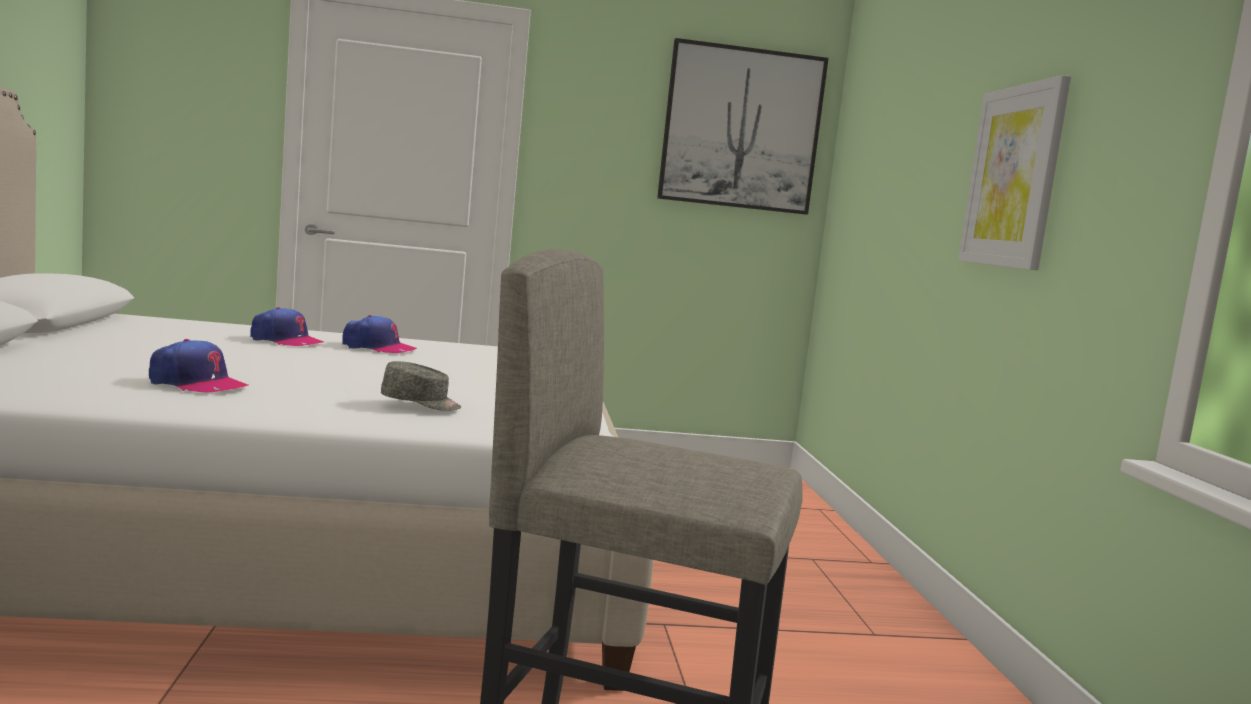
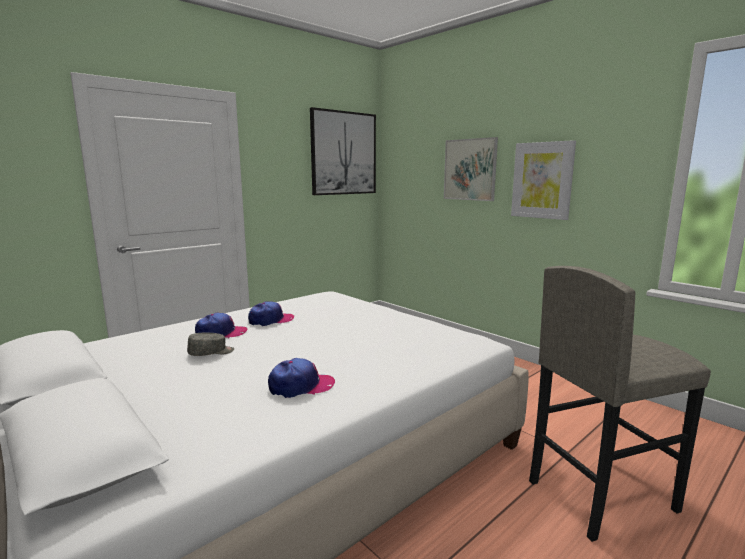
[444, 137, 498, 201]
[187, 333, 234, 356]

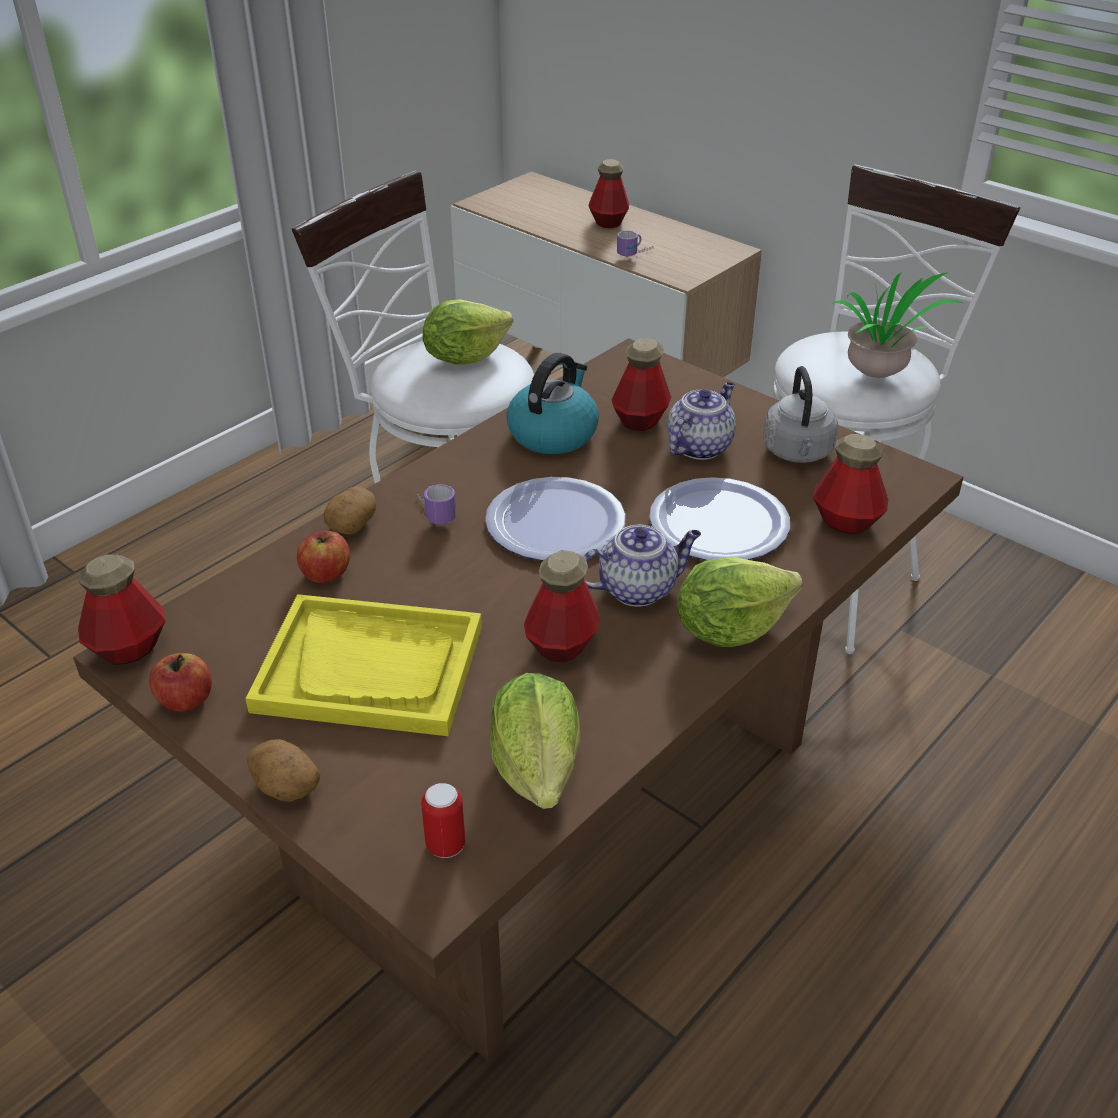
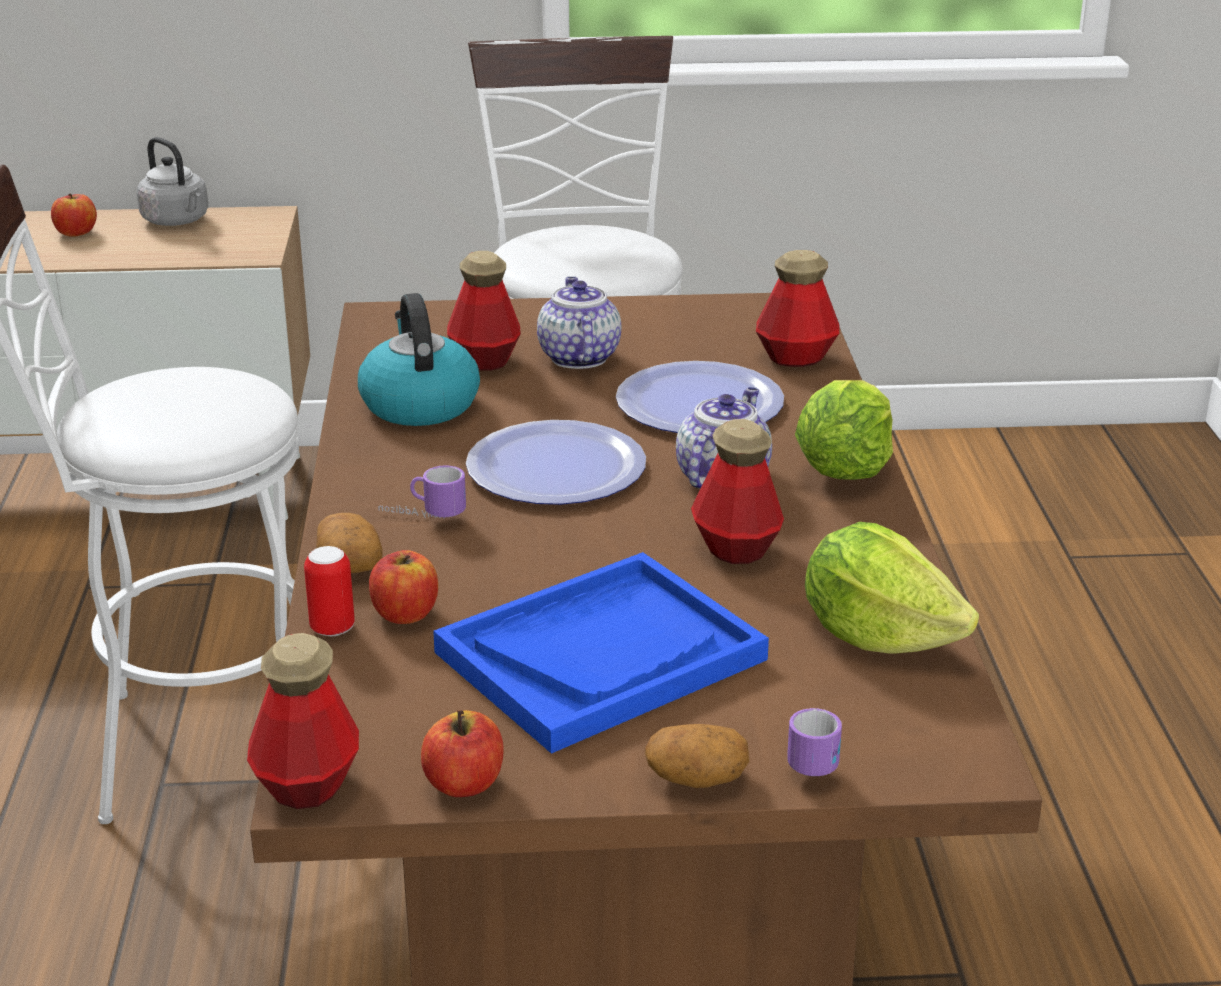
[423, 299, 513, 365] (first image)
[832, 272, 963, 378] (first image)
[304, 546, 355, 636]
[787, 708, 842, 776]
[137, 137, 208, 226]
[51, 194, 97, 236]
[433, 552, 769, 754]

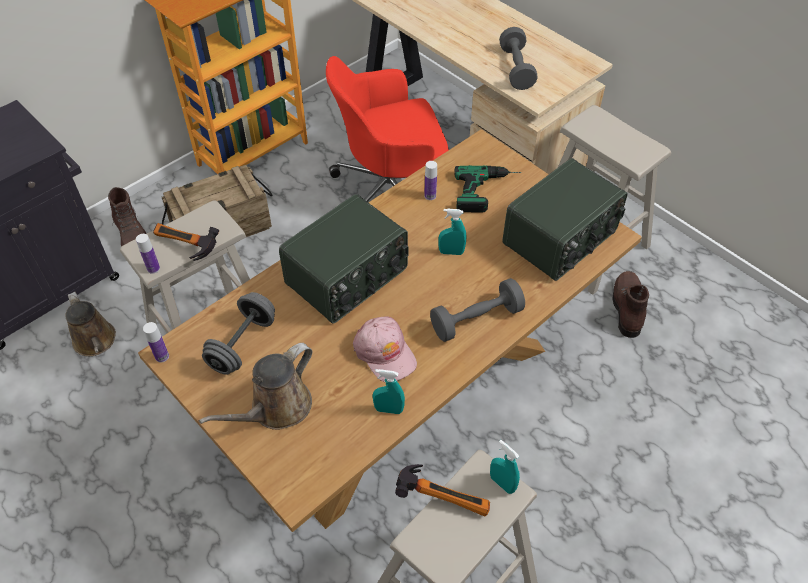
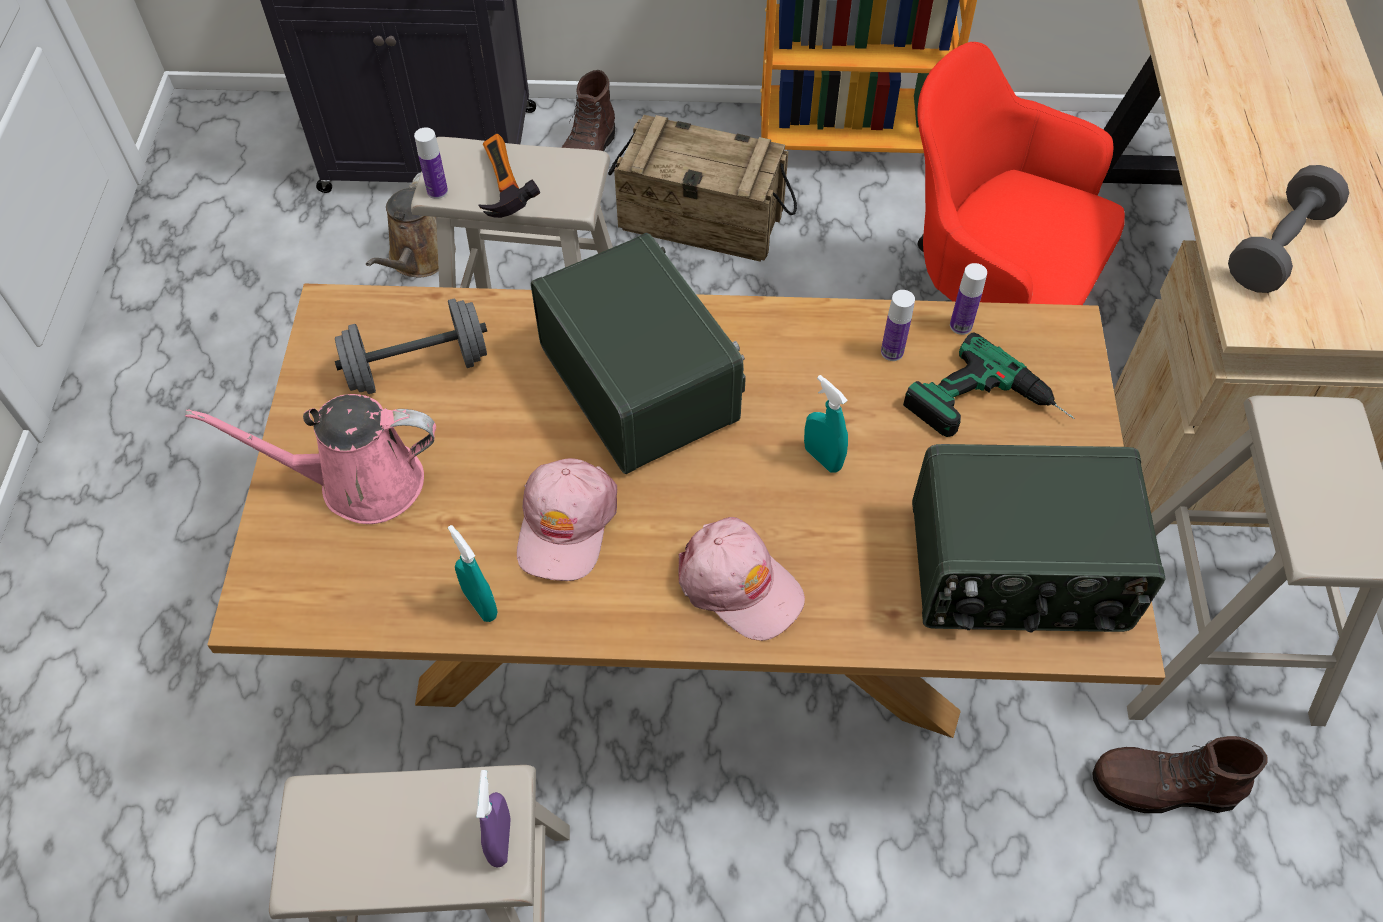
[395, 464, 490, 517] (first image)
[950, 263, 987, 335]
[679, 517, 805, 641]
[185, 394, 436, 524]
[476, 770, 511, 868]
[531, 233, 746, 474]
[1092, 736, 1267, 813]

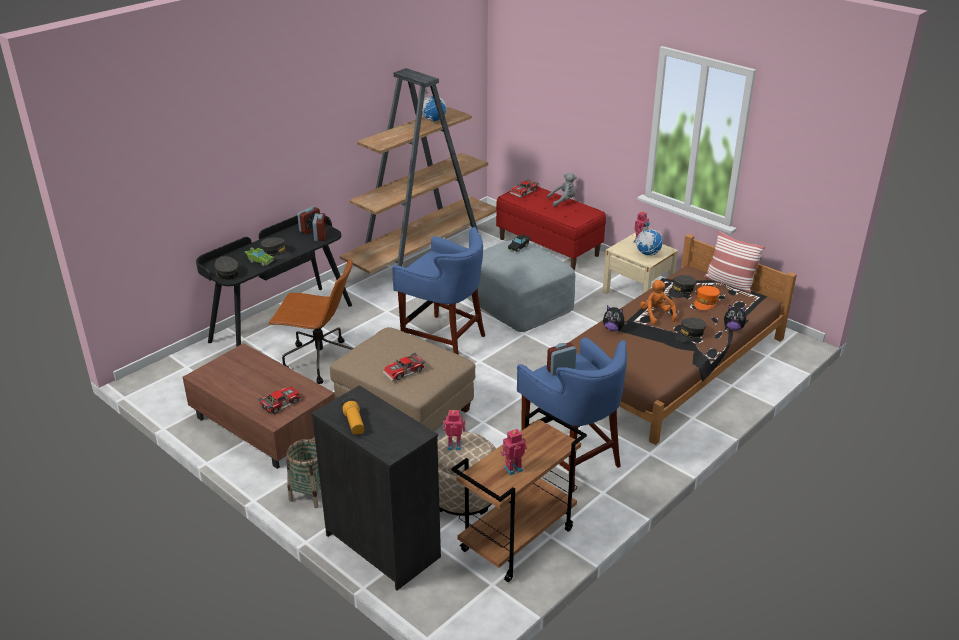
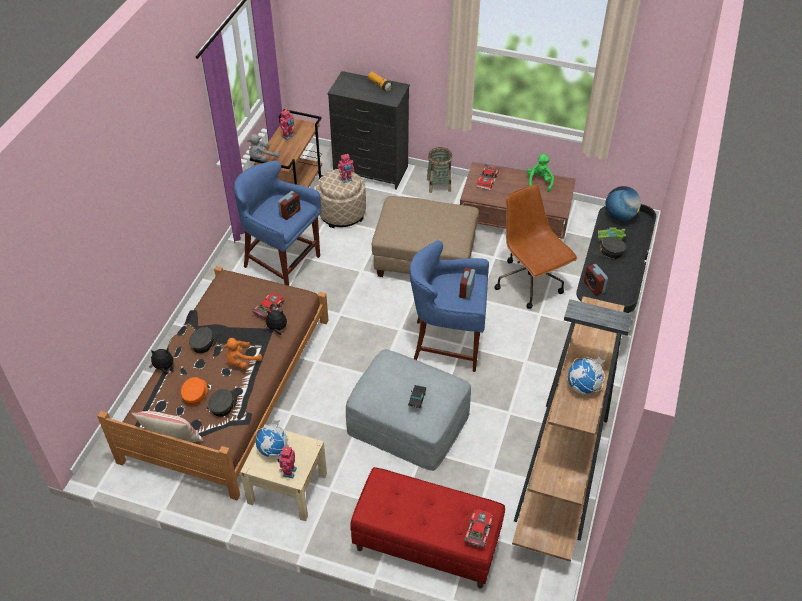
[527, 154, 554, 192]
[459, 268, 475, 299]
[252, 293, 285, 320]
[247, 134, 280, 162]
[605, 186, 641, 221]
[495, 185, 578, 309]
[224, 338, 262, 369]

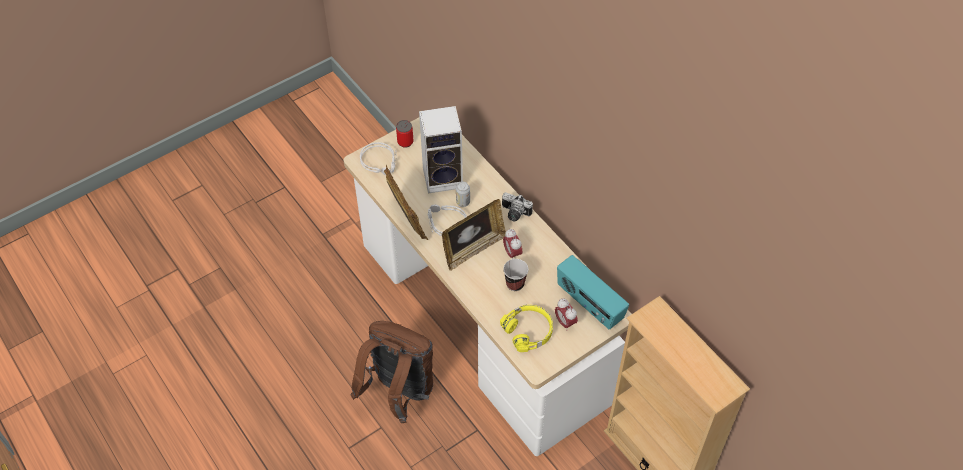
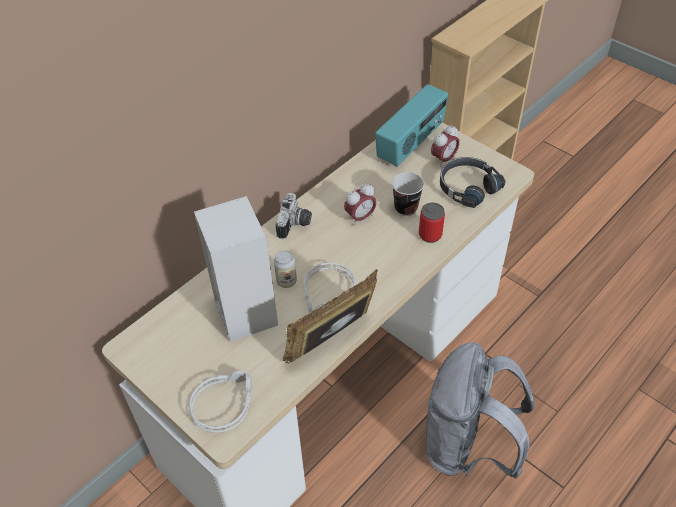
[442, 199, 506, 271] (first image)
[419, 203, 445, 243]
[426, 342, 535, 479]
[440, 157, 506, 208]

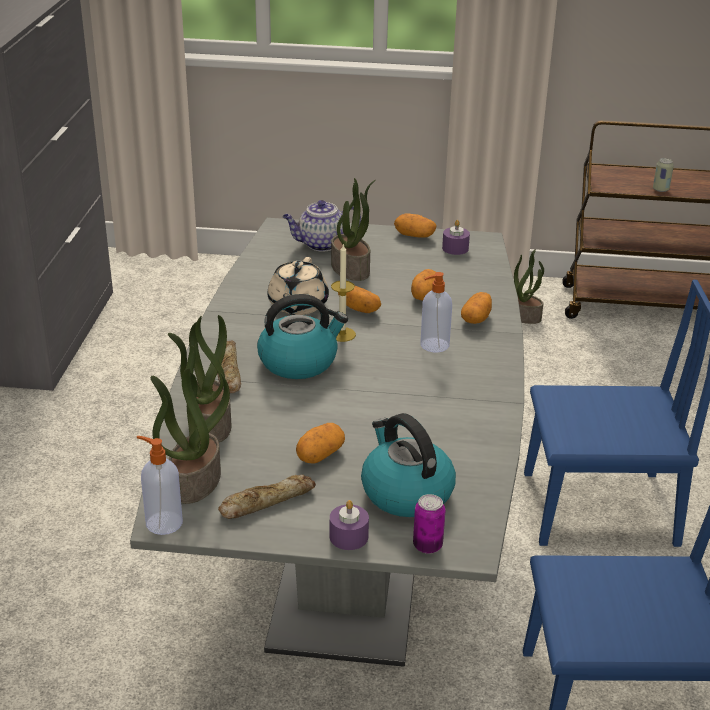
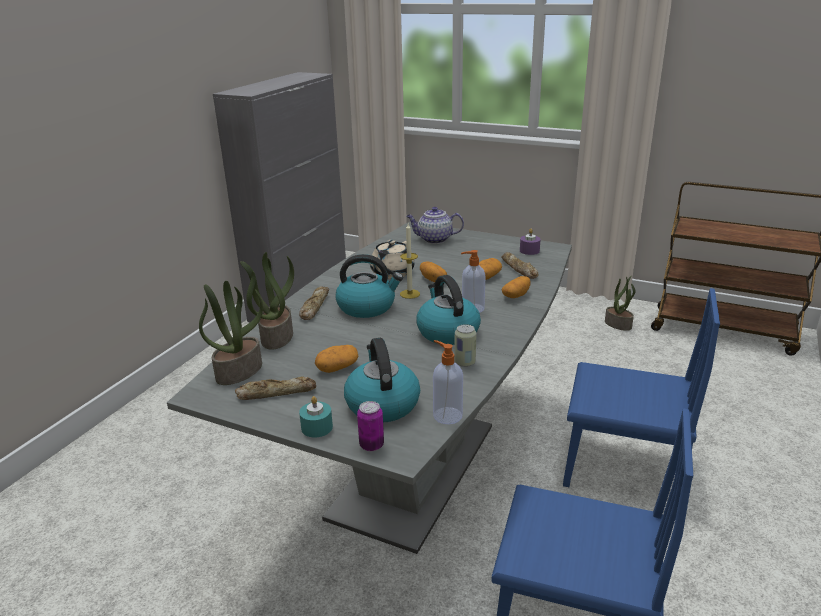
[331, 178, 375, 281] (first image)
[394, 213, 437, 238] (first image)
[416, 275, 481, 345]
[501, 252, 539, 279]
[433, 340, 463, 424]
[454, 324, 477, 367]
[299, 396, 333, 438]

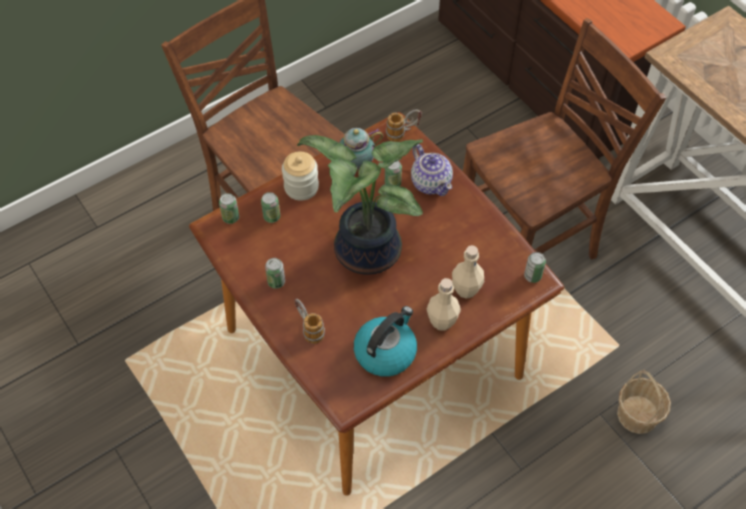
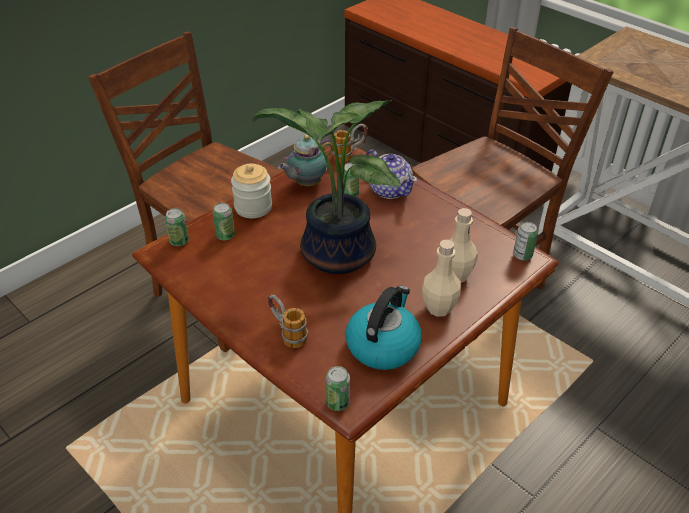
[617, 370, 671, 434] (first image)
[325, 366, 350, 411]

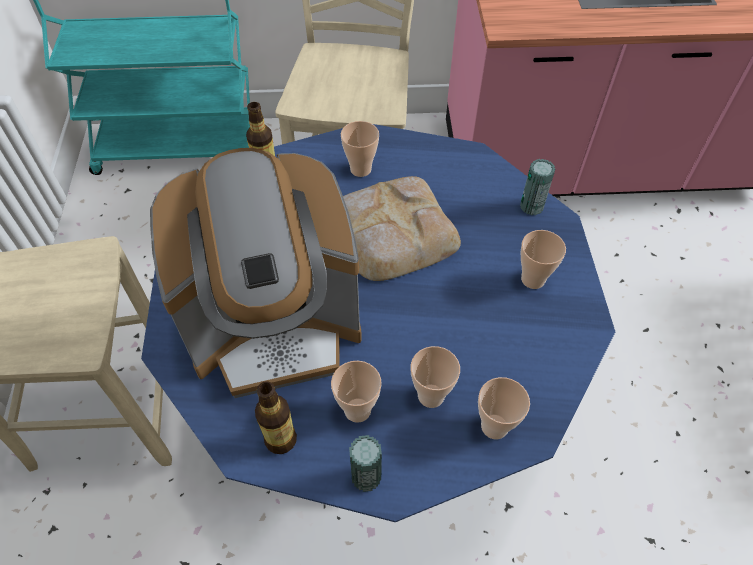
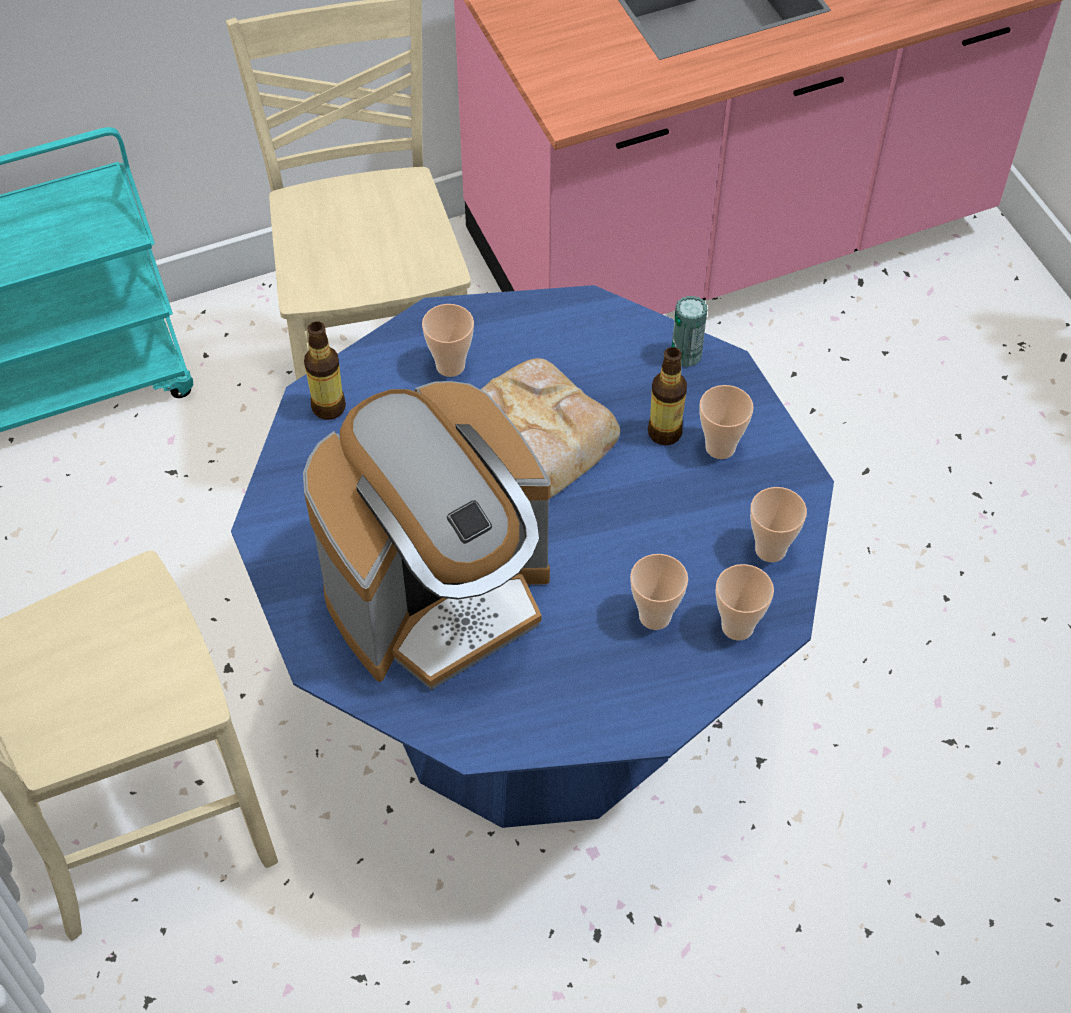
[349, 435, 382, 492] (first image)
[648, 347, 687, 445]
[750, 487, 807, 562]

